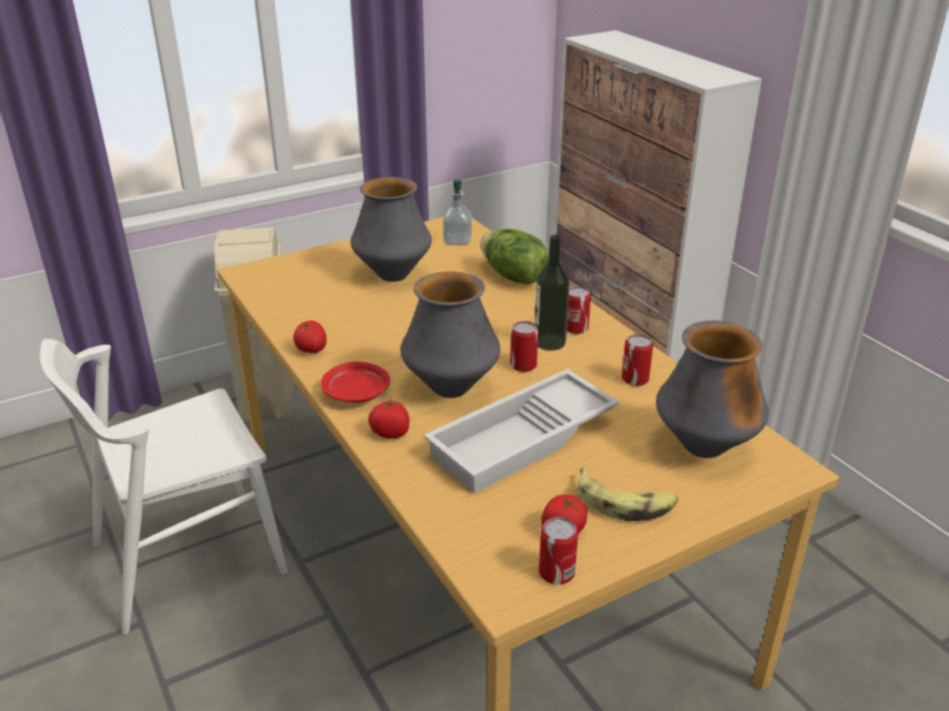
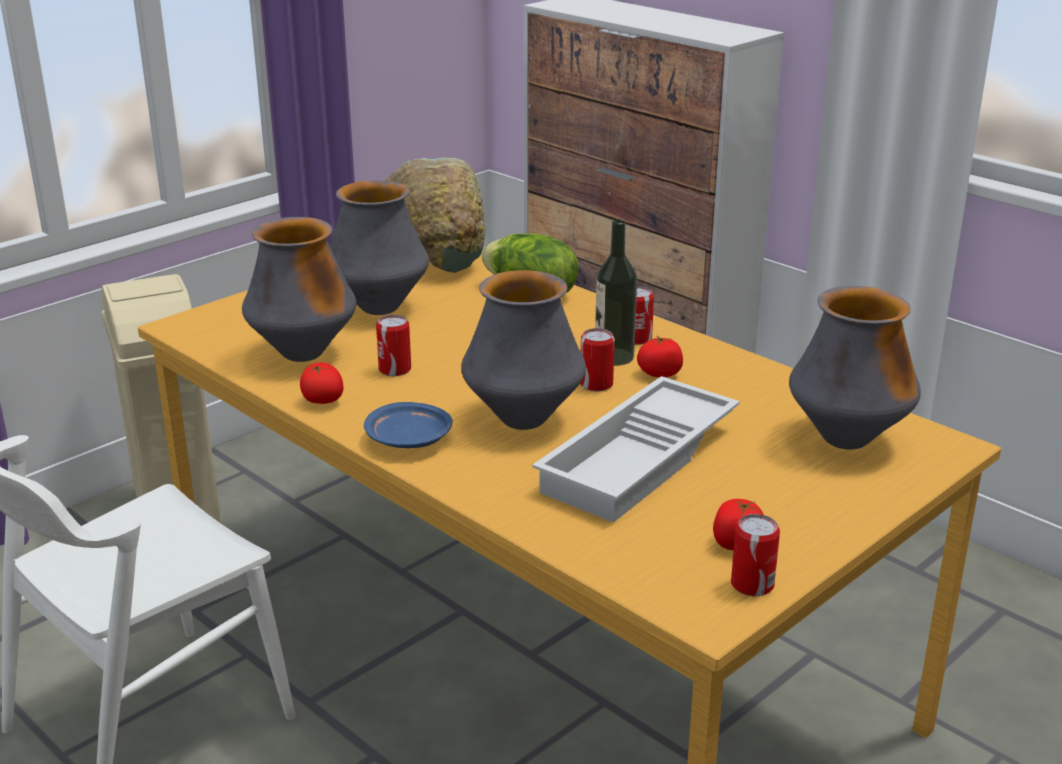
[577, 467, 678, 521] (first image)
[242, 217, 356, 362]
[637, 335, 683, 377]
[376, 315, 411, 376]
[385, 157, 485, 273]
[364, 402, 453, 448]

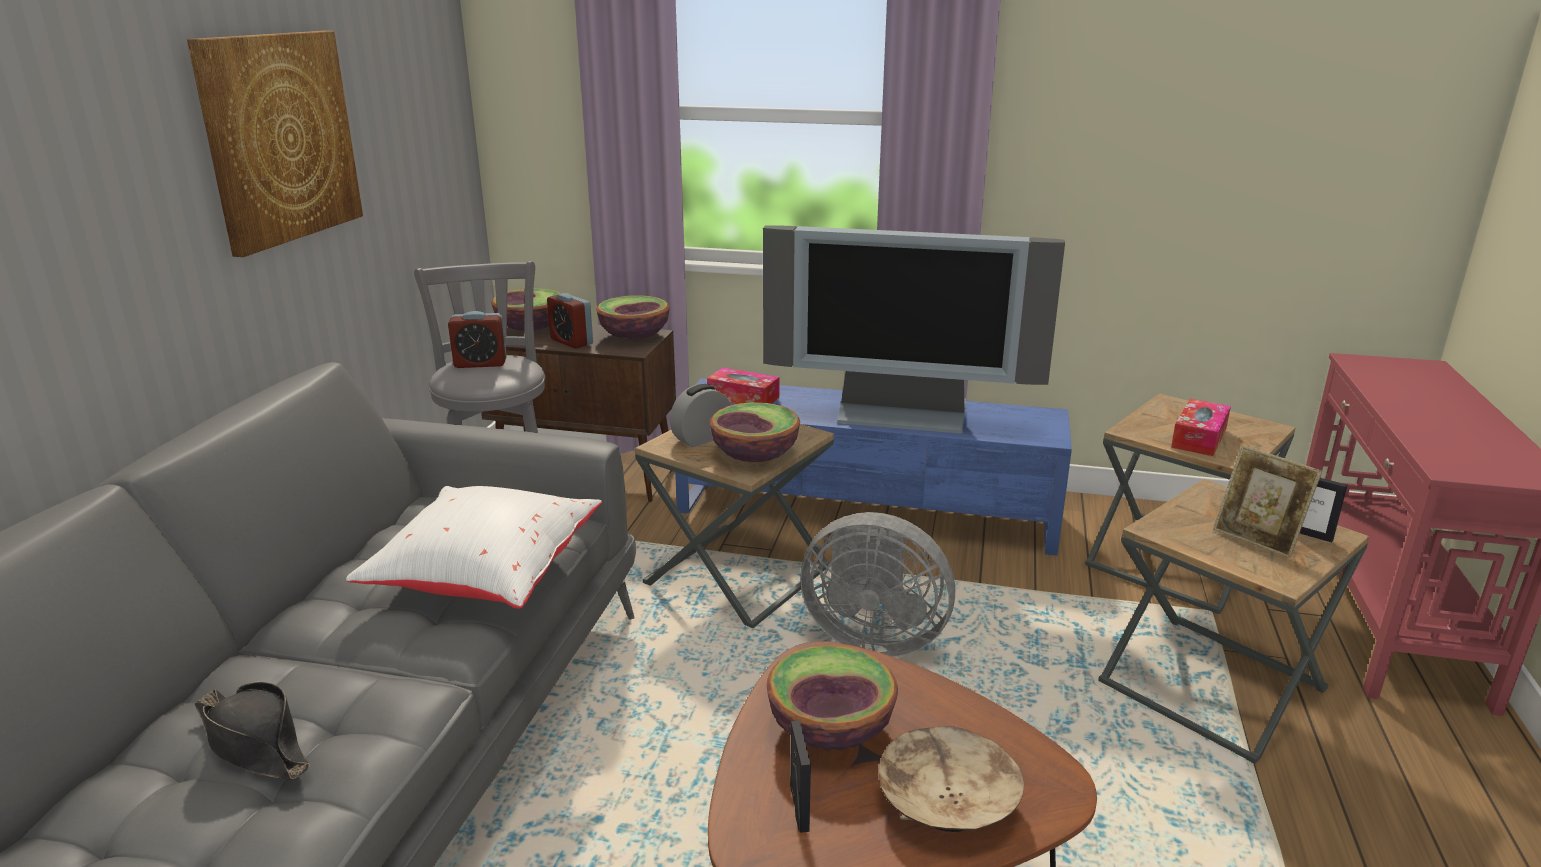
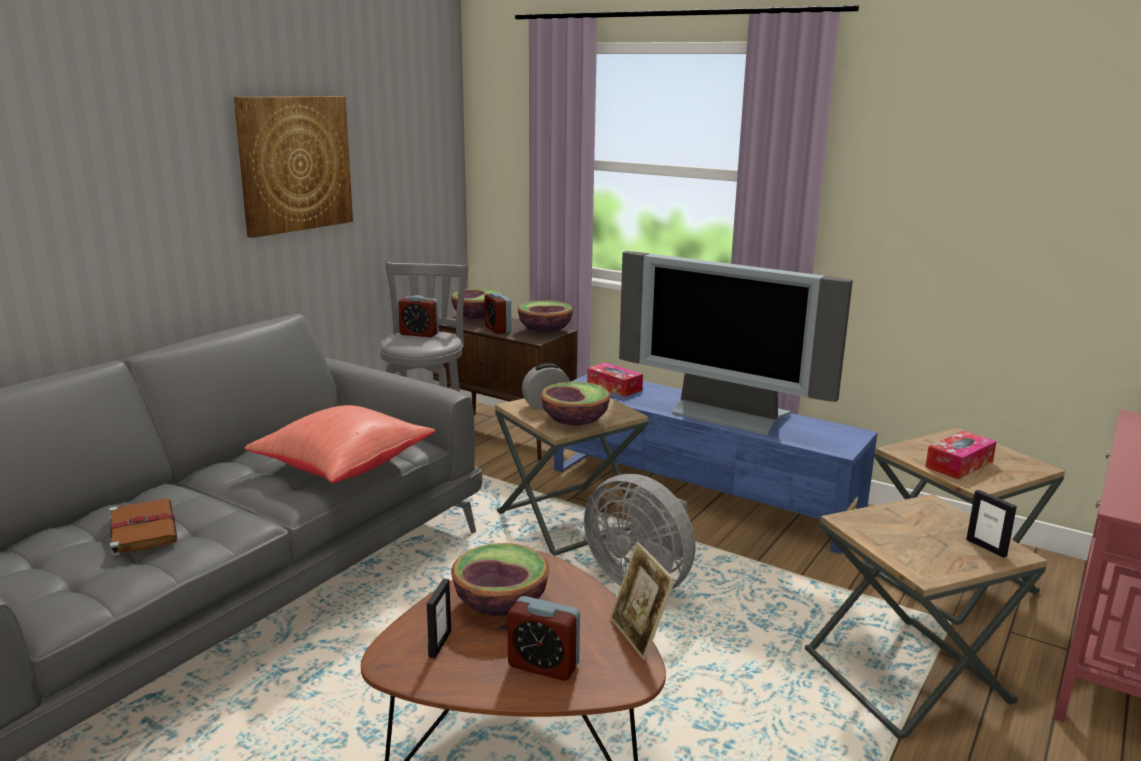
[610, 542, 675, 660]
[109, 499, 177, 556]
[507, 596, 580, 681]
[245, 405, 435, 483]

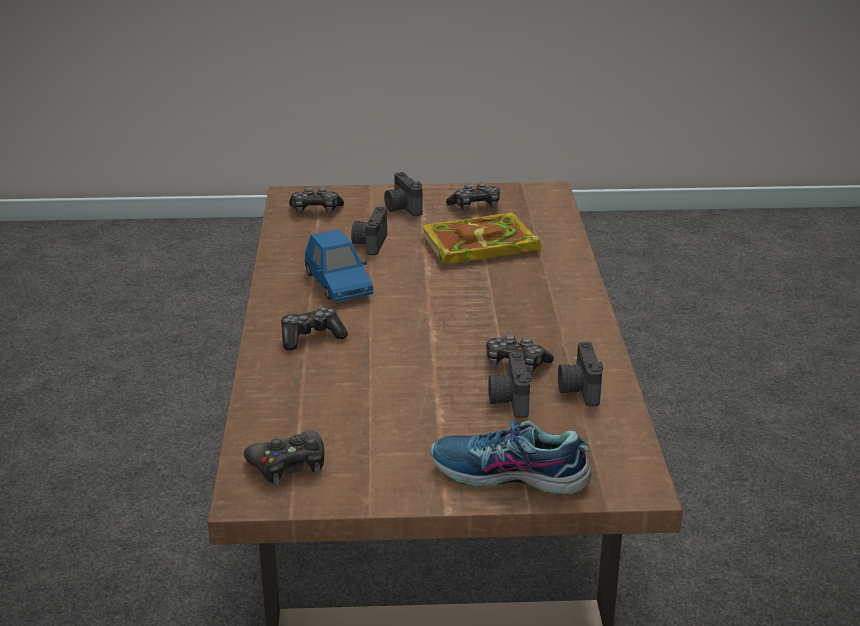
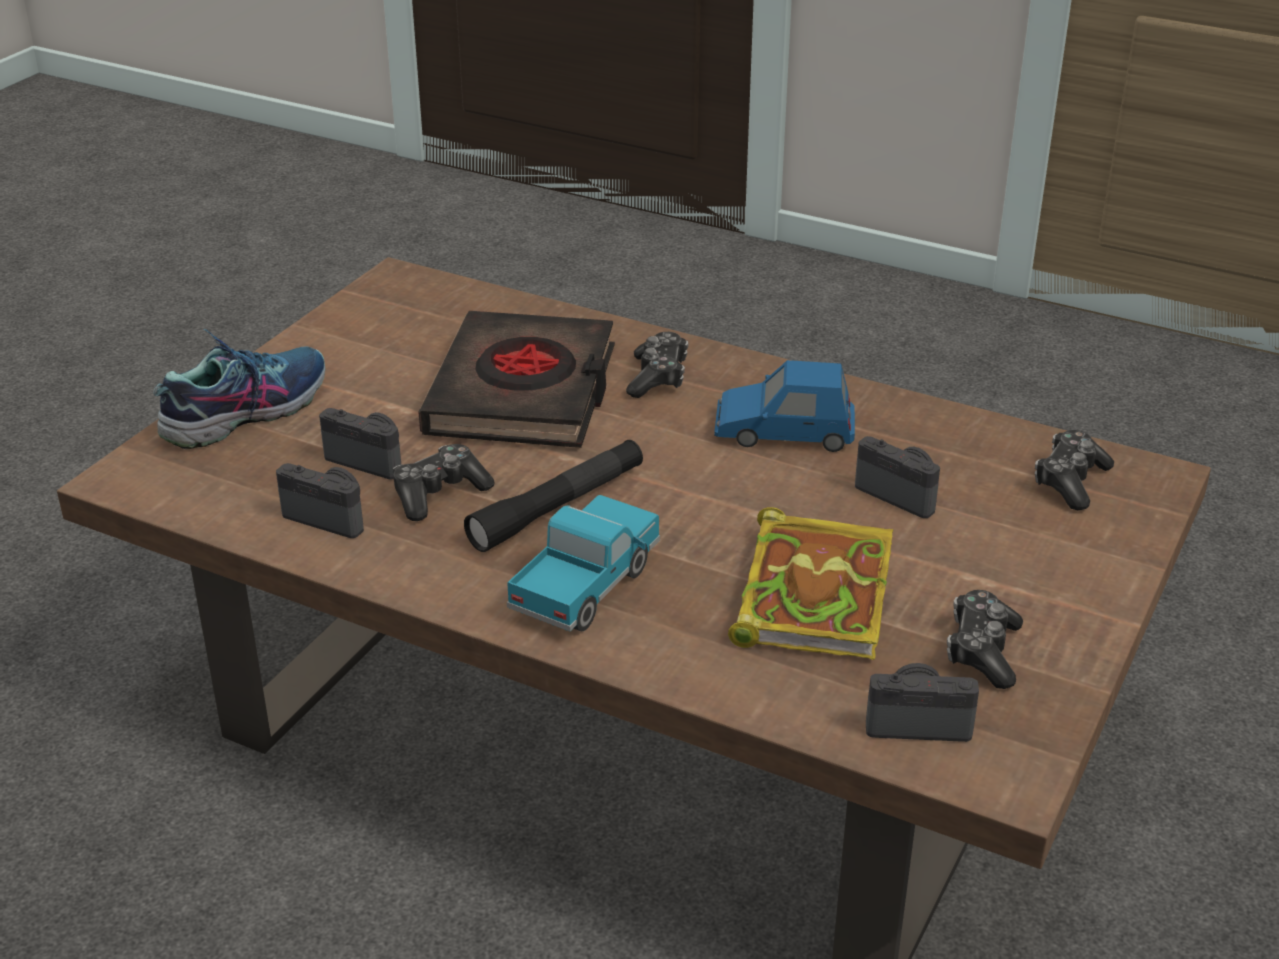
[244, 430, 324, 485] (first image)
[418, 311, 615, 448]
[464, 440, 643, 552]
[507, 495, 660, 631]
[866, 663, 979, 742]

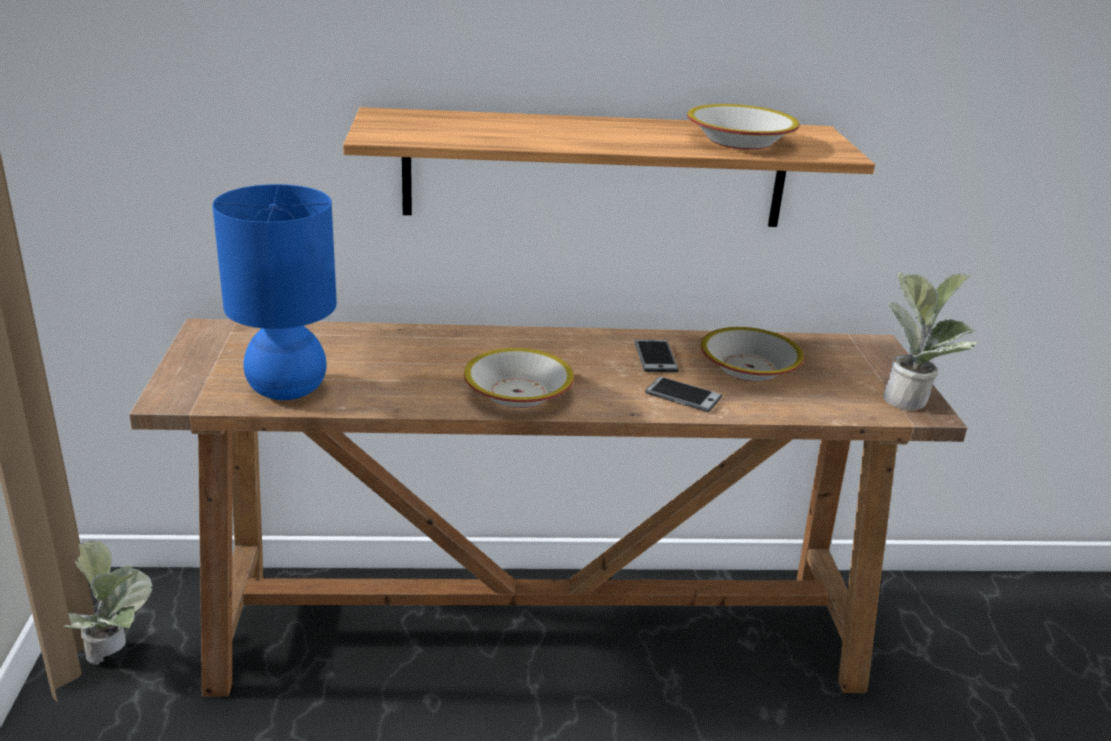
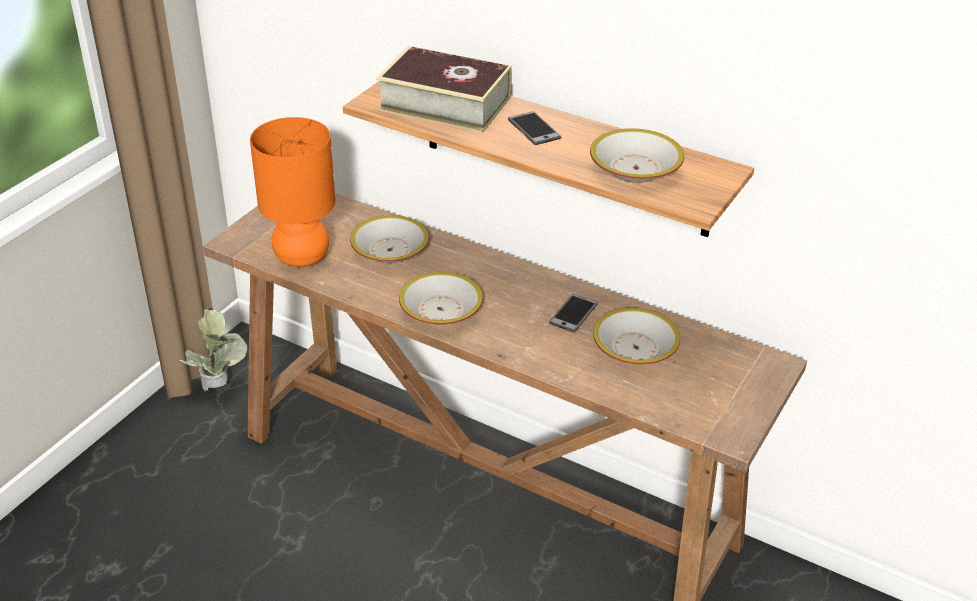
[883, 272, 977, 411] (first image)
[350, 215, 429, 263]
[376, 46, 512, 133]
[508, 111, 561, 145]
[250, 117, 335, 267]

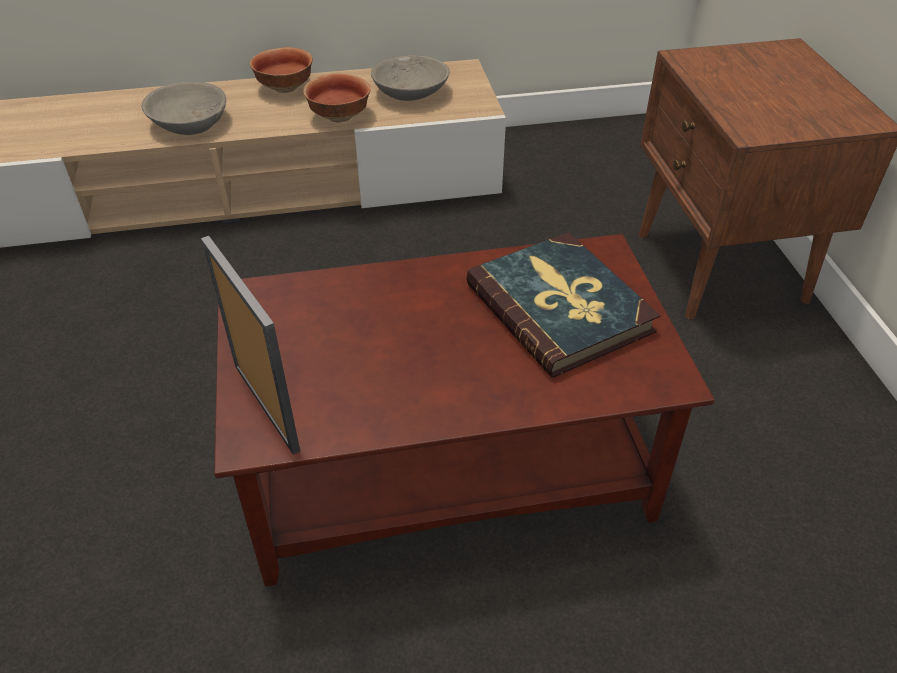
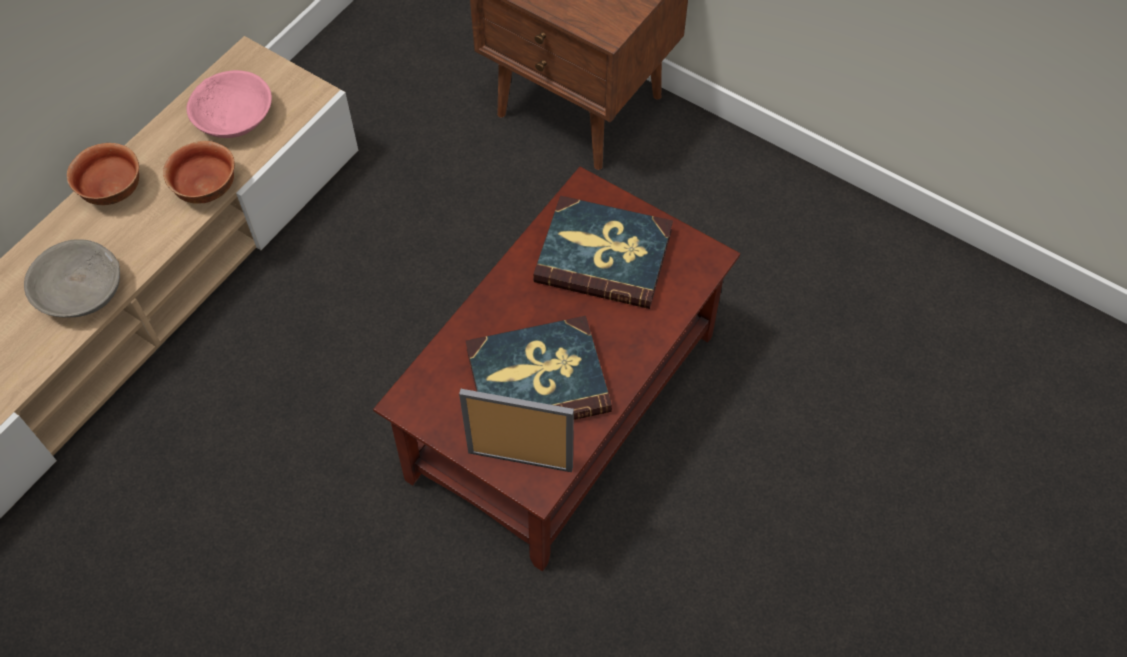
[466, 316, 612, 420]
[186, 70, 272, 138]

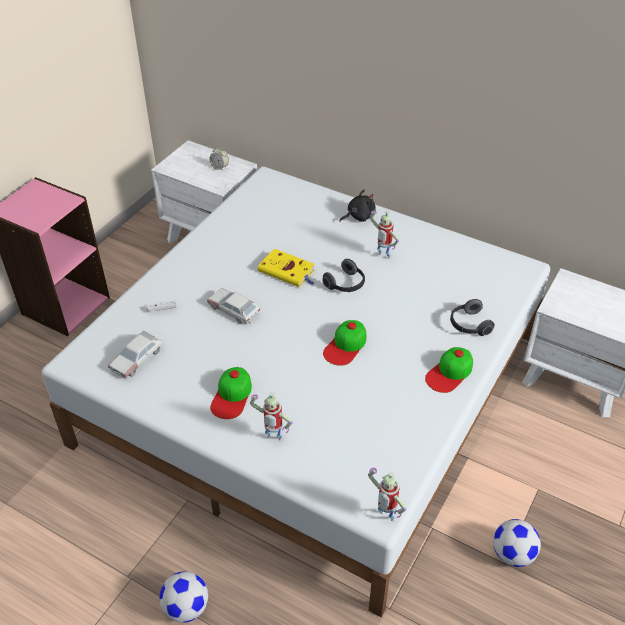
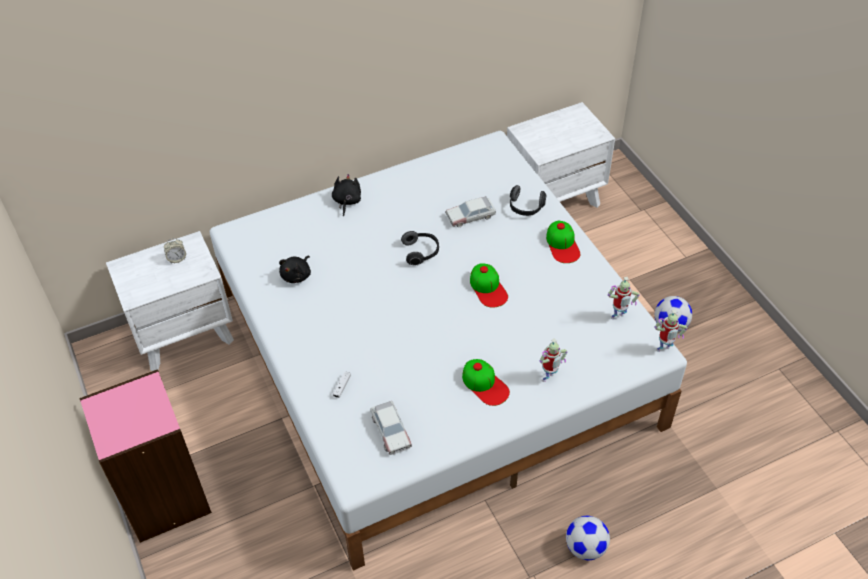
[258, 249, 315, 287] (first image)
[279, 256, 311, 283]
[445, 196, 496, 227]
[608, 277, 640, 319]

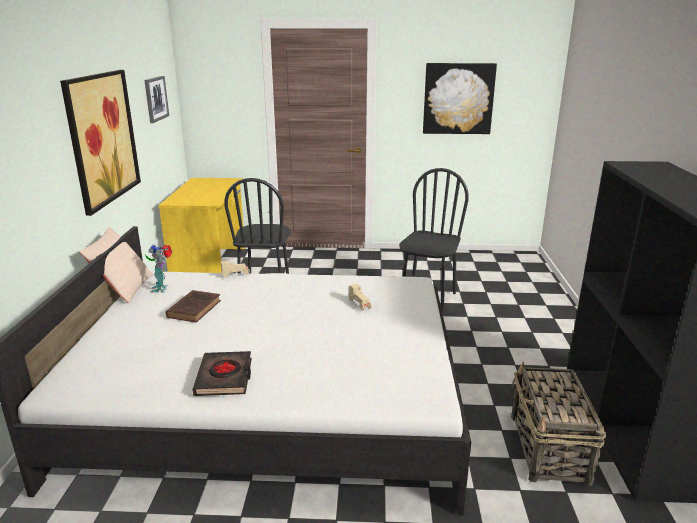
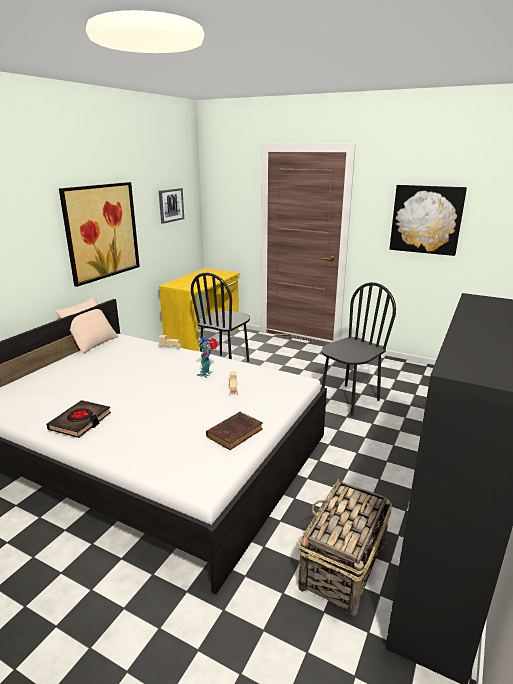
[197, 336, 218, 378]
[206, 412, 263, 450]

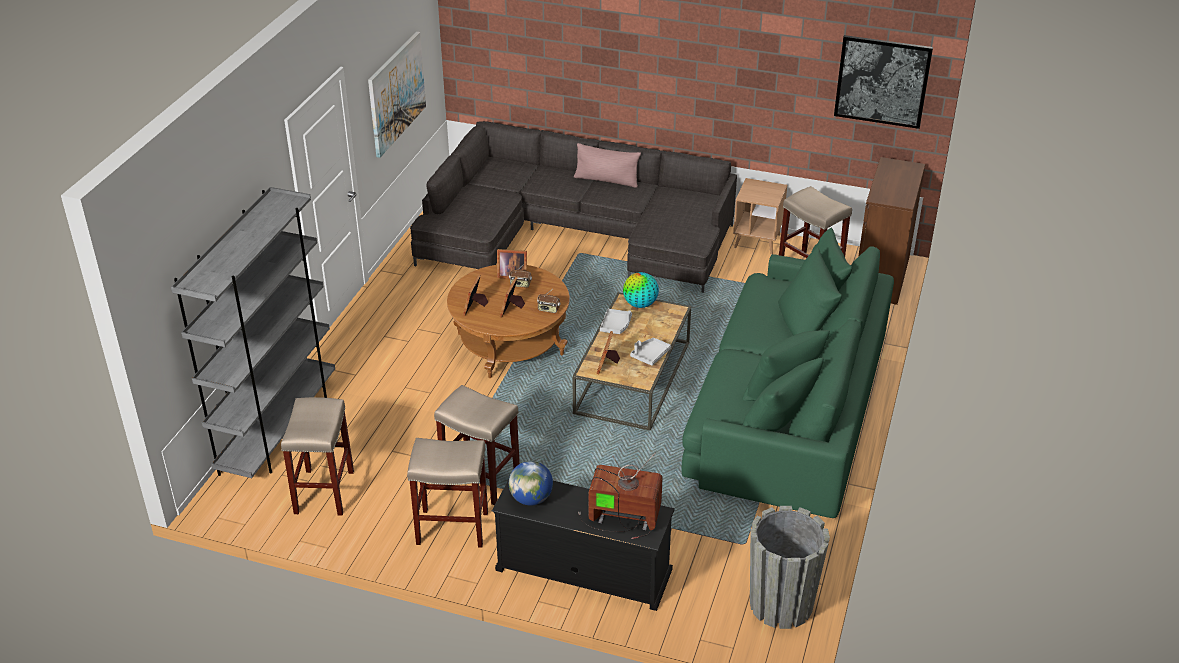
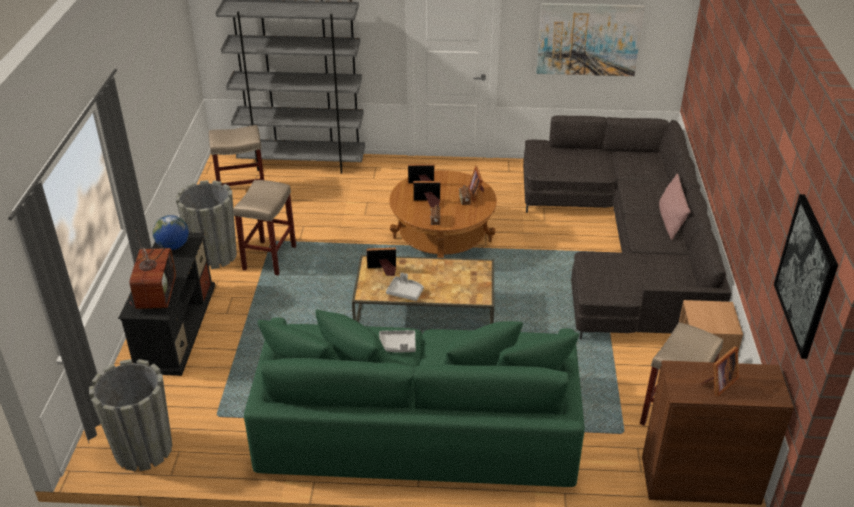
[623, 272, 659, 308] (first image)
[700, 346, 739, 397]
[379, 330, 416, 352]
[176, 180, 237, 269]

